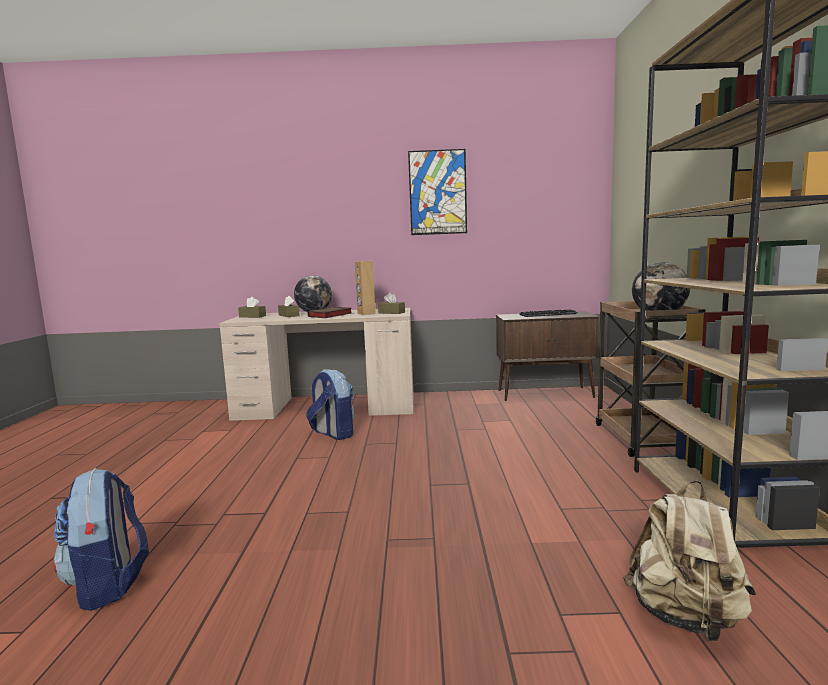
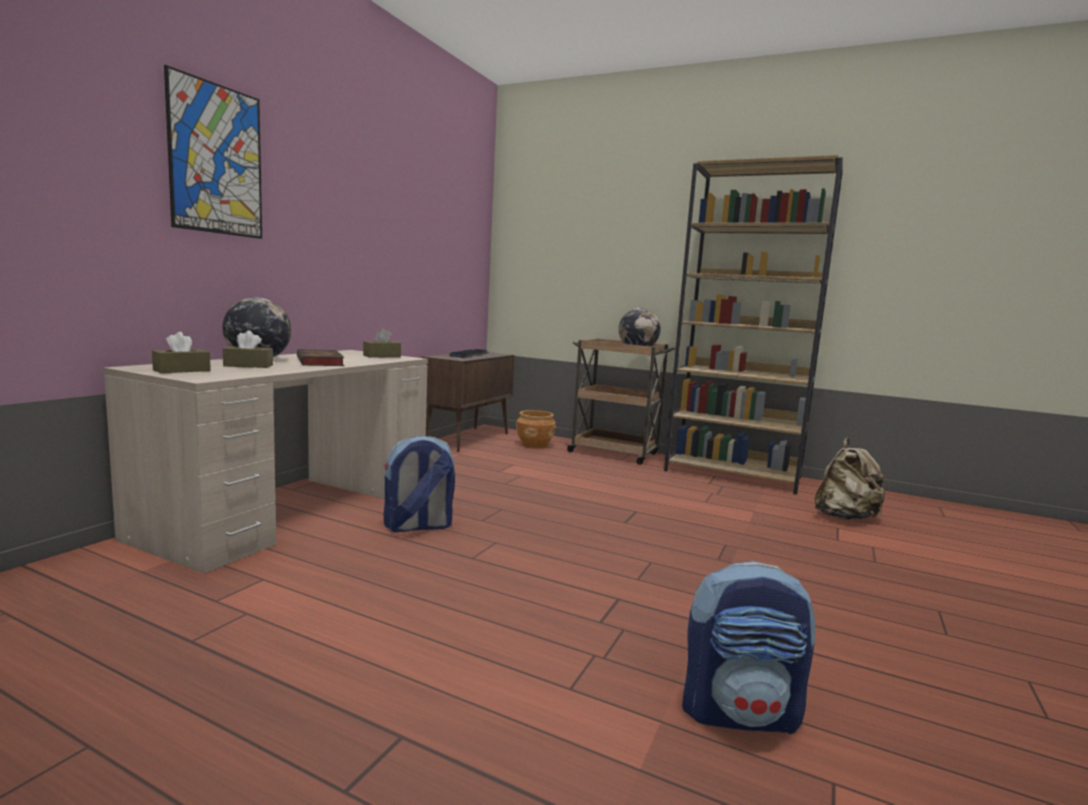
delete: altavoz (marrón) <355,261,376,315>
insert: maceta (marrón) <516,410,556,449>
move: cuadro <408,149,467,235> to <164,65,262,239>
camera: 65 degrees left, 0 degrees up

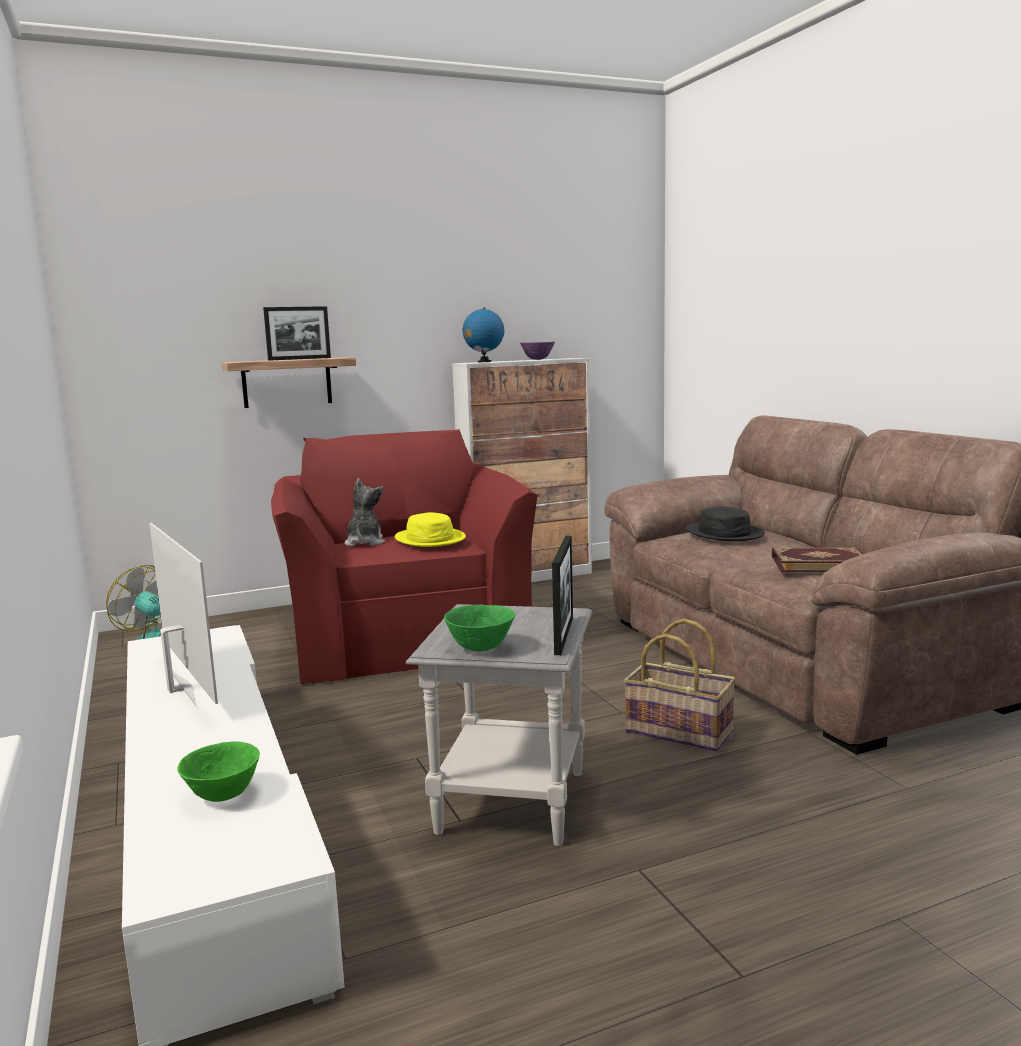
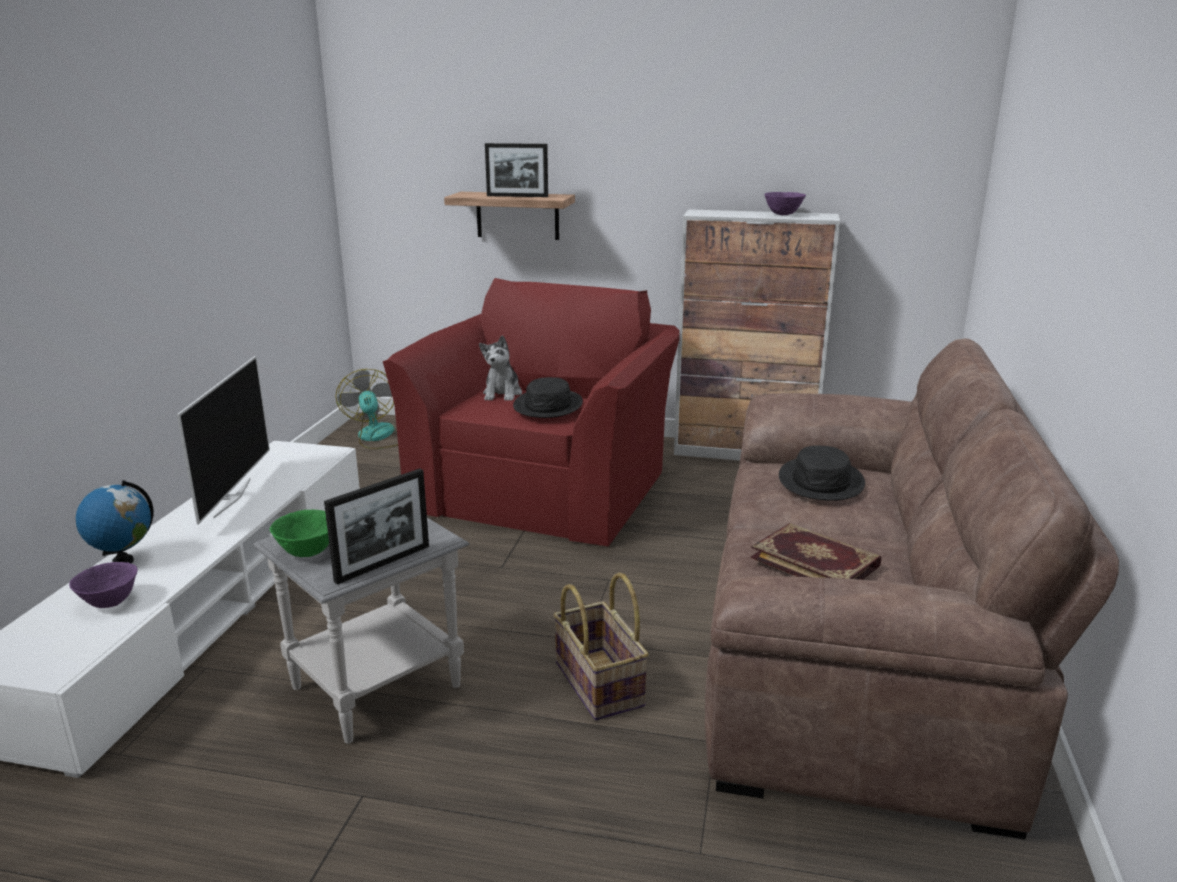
move: globo terráqueo <462,307,504,362> to <76,480,153,563>
recolor: cuenco (verde) <177,741,260,802> to cuenco (morado) <69,562,138,608>; sombrero (amarillo) <395,512,466,547> to sombrero (negro) <513,377,583,418>
rotate: peluche <344,479,385,547> = <479,335,522,401> 150 degrees clockwise
camera: 35 degrees right, 10 degrees up

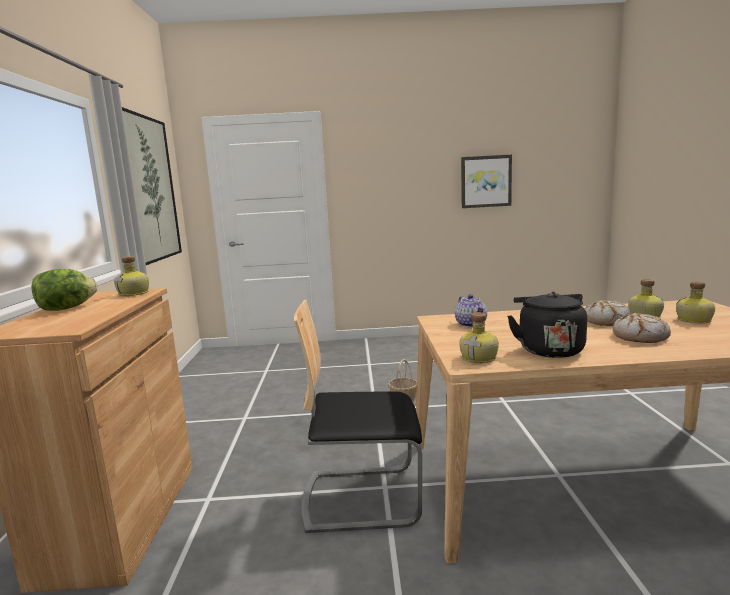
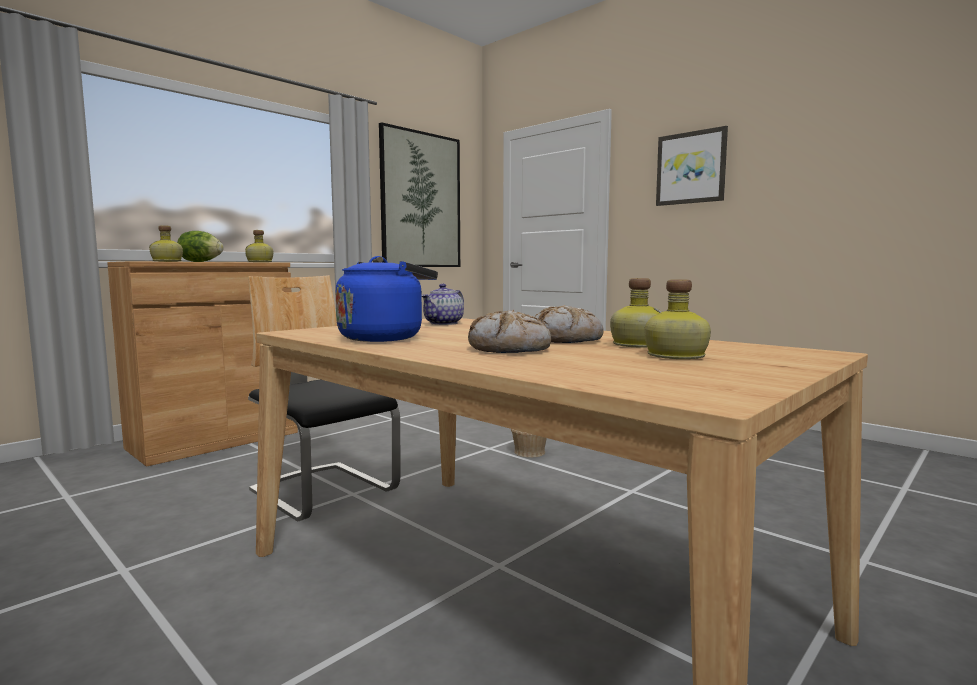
move: botella <459,312,499,363> to <149,225,183,262>; cuadro <461,155,512,208> to <656,126,728,206>
recolor: hervidor (negro) <508,292,587,358> to hervidor (azul) <336,256,438,342>
camera: 45 degrees right, 5 degrees down

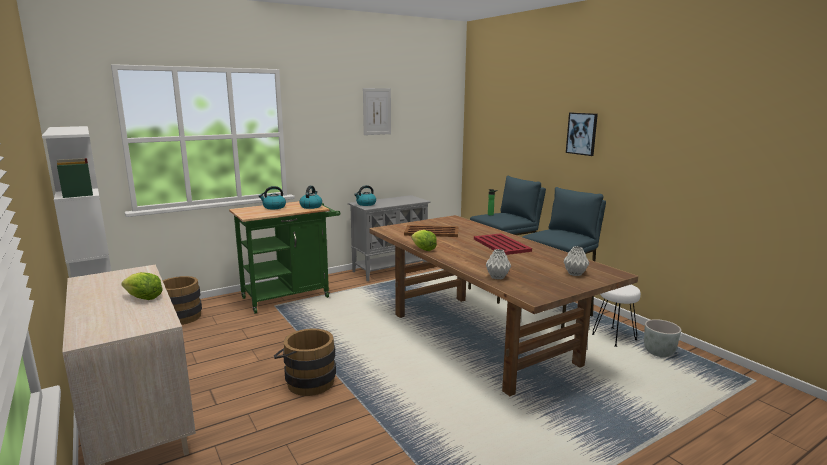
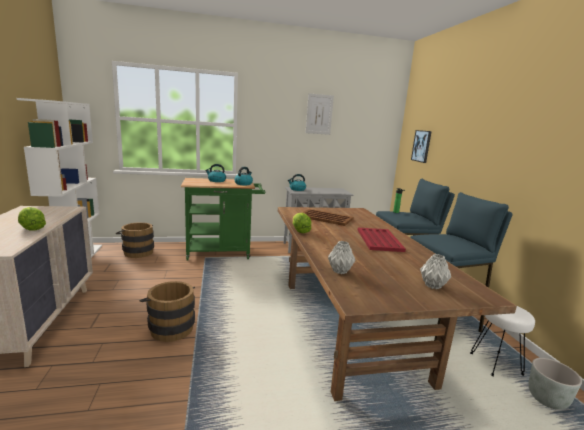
move: cuadro <566,113,598,156> to <411,130,432,163>
camera: 20 degrees right, 0 degrees up

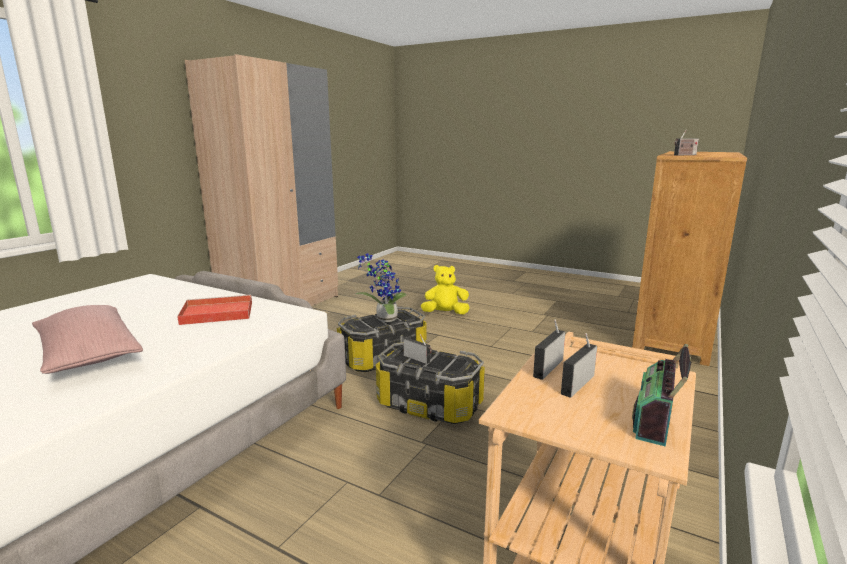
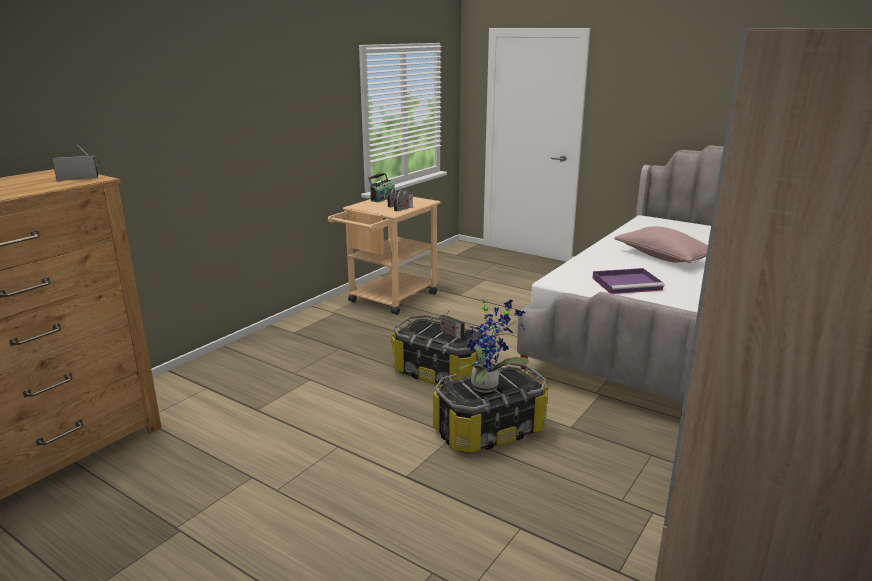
delete: peluche (amarillo) <421,265,469,315>
recolor: bandeja (rojo) <177,295,252,325> to bandeja (morado) <593,268,665,294>
camera: 175 degrees left, 5 degrees up

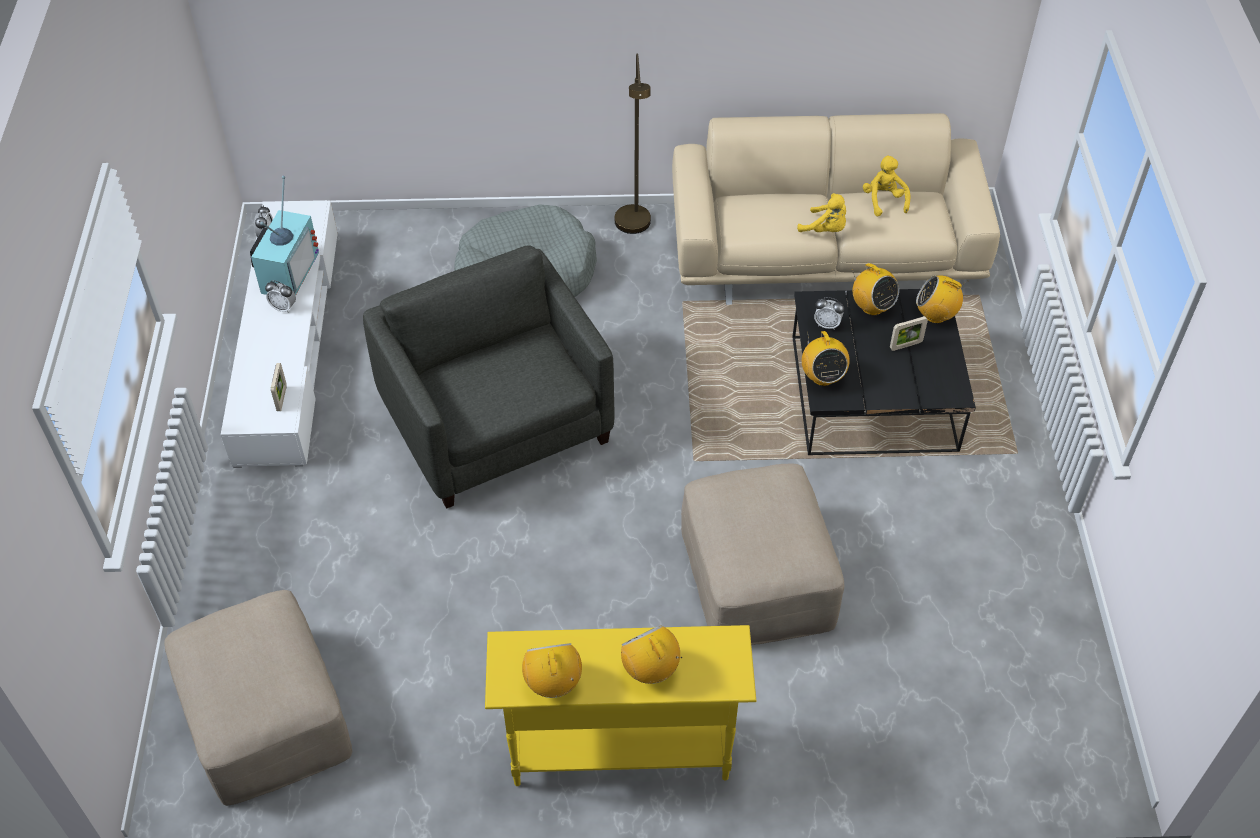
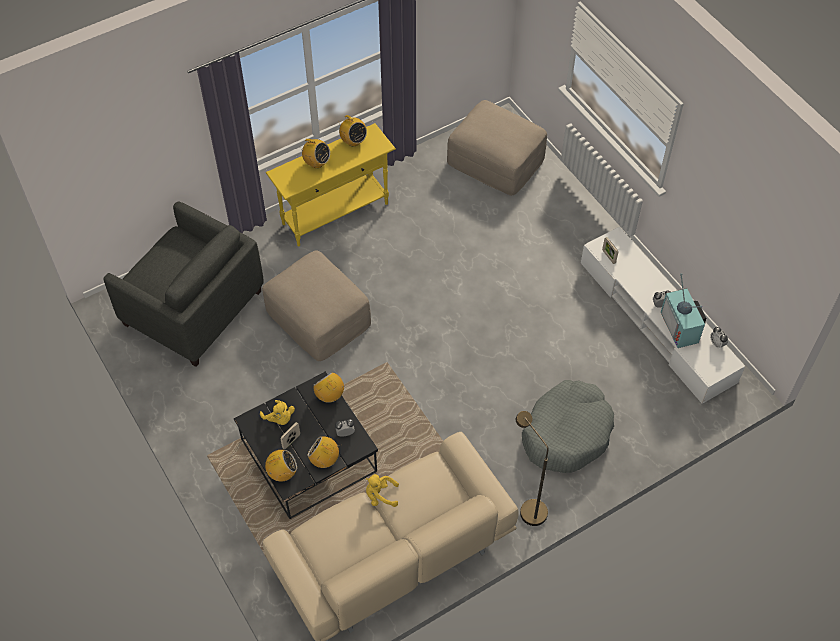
move: sillón (gris) <363,245,614,509> to <103,201,264,367>; peluche (amarillo) <863,156,910,216> to <260,400,295,425>
camera: 150 degrees right, 5 degrees up

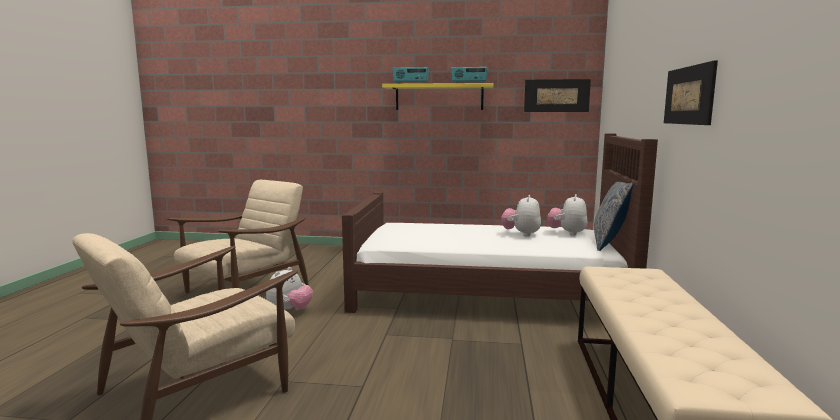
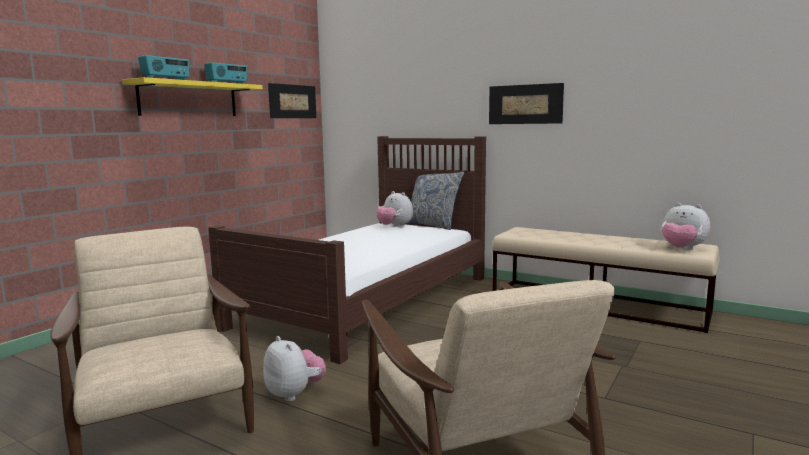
move: peluche <501,195,541,236> to <662,203,710,250>
camera: 65 degrees left, 0 degrees up

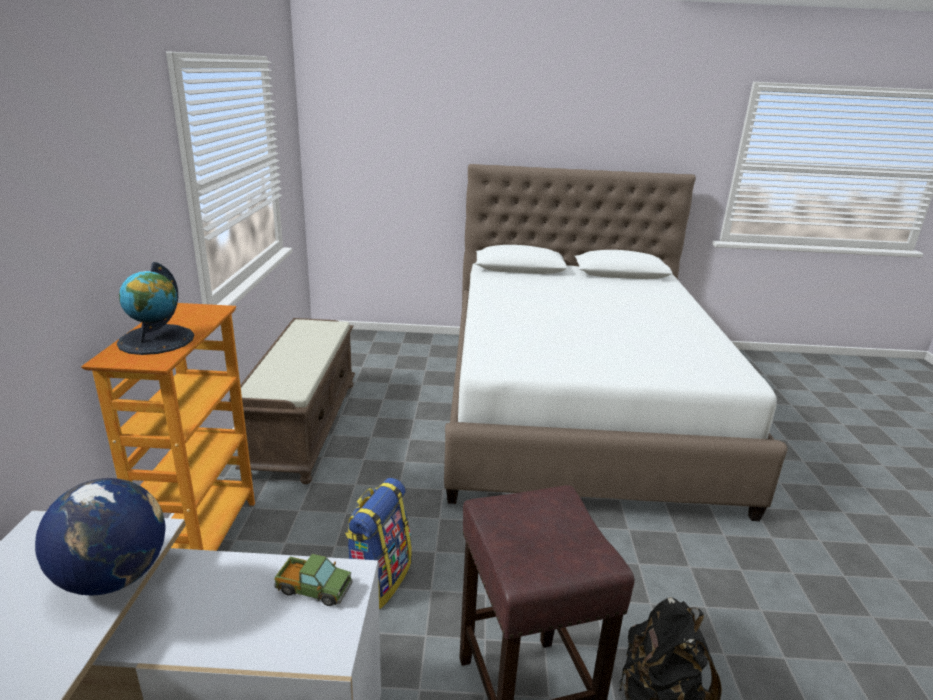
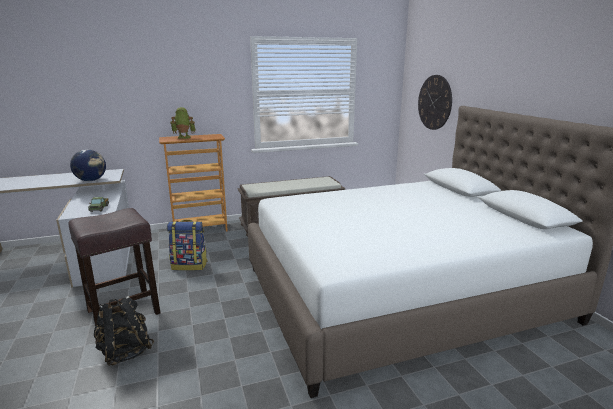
insert: reloj de pared <418,75,452,130>
replace: globo terráqueo <117,262,194,355> to robot de juguete <170,107,196,139>
camera: 70 degrees right, 5 degrees down

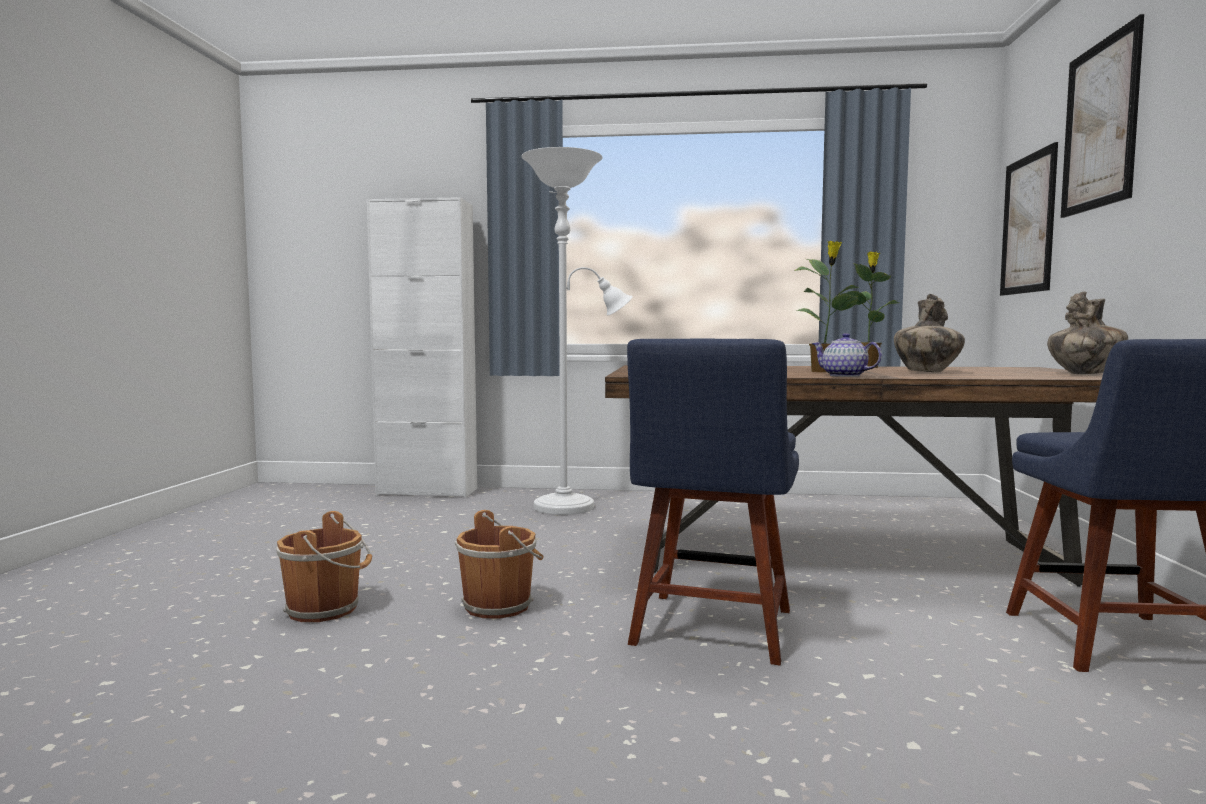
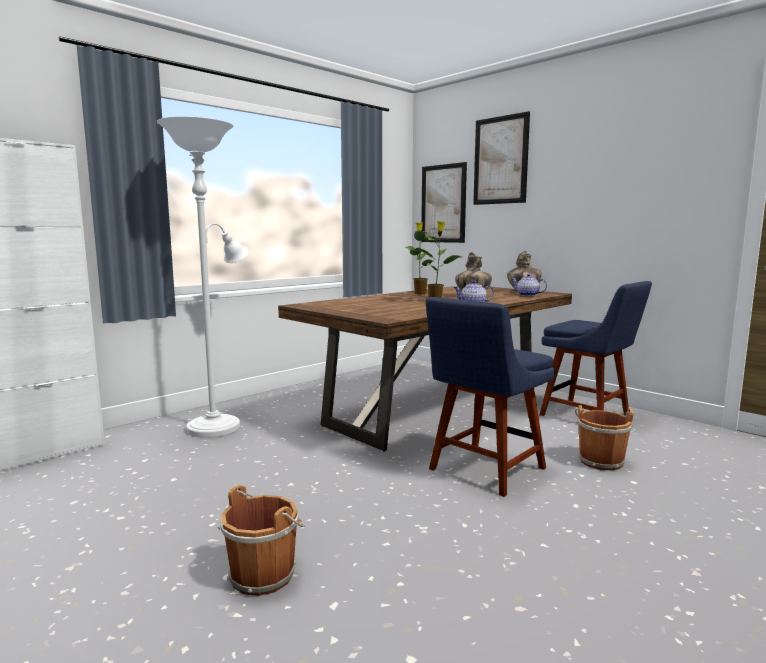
insert: tetera <511,274,547,296>
move: cubo (marrón) <455,510,543,619> to <575,405,633,471>
rotate: silla (azul) <627,338,799,665> = <426,297,555,497> 75 degrees clockwise
camera: 50 degrees left, 5 degrees up

